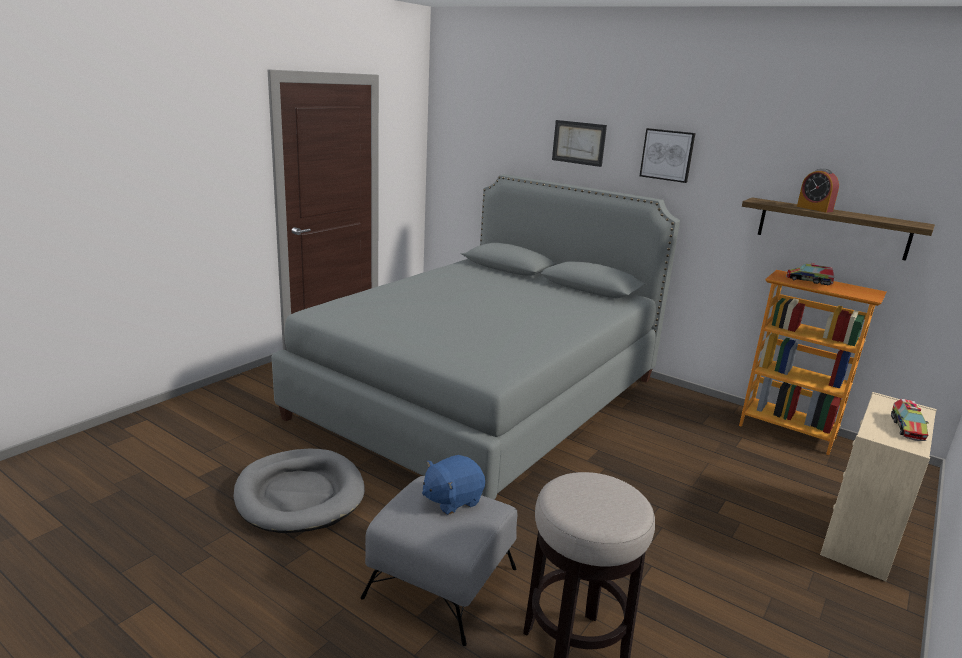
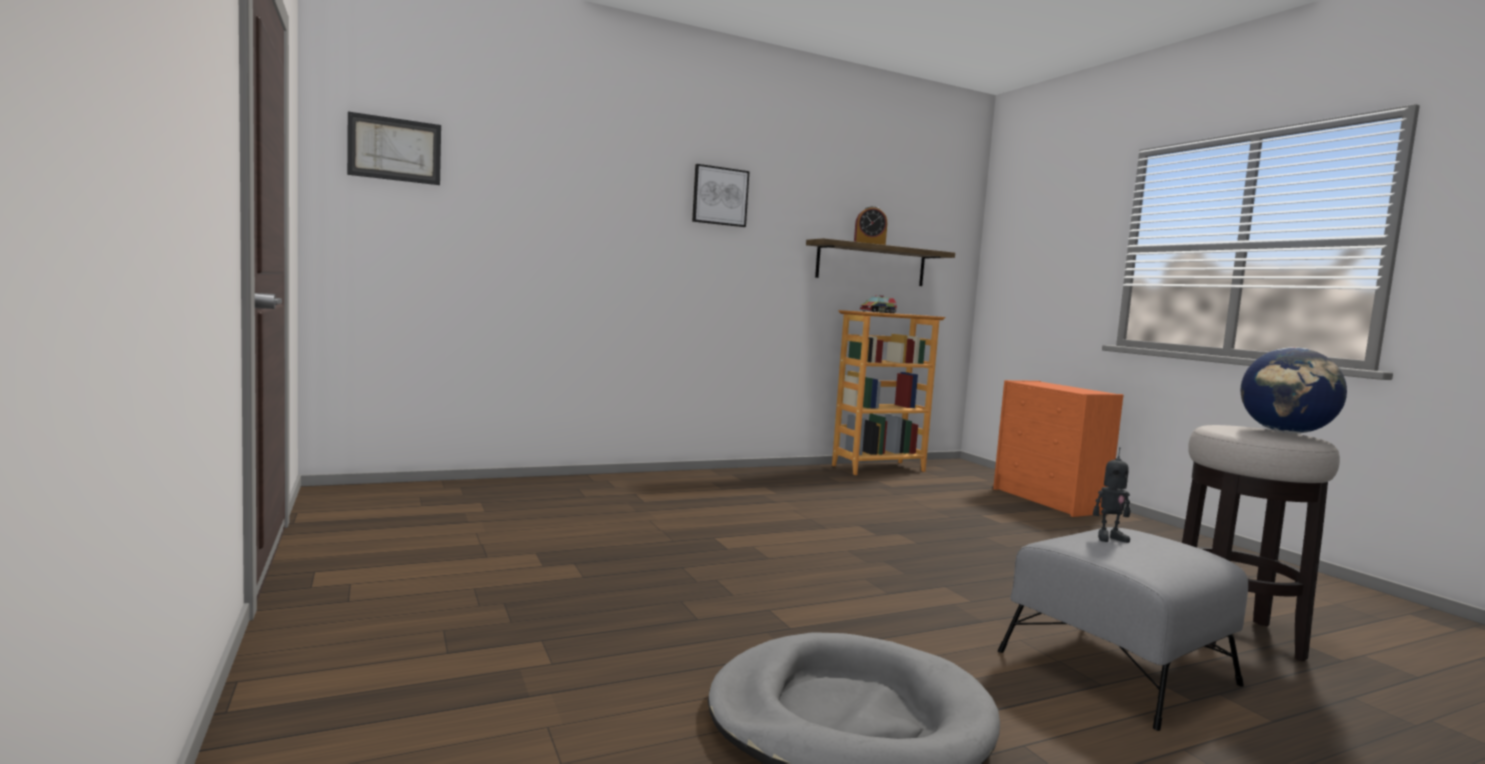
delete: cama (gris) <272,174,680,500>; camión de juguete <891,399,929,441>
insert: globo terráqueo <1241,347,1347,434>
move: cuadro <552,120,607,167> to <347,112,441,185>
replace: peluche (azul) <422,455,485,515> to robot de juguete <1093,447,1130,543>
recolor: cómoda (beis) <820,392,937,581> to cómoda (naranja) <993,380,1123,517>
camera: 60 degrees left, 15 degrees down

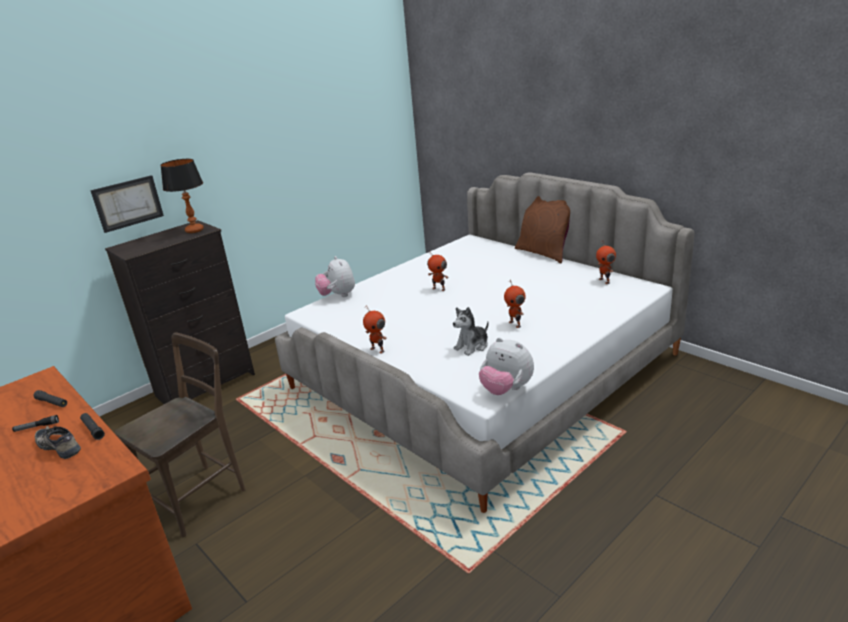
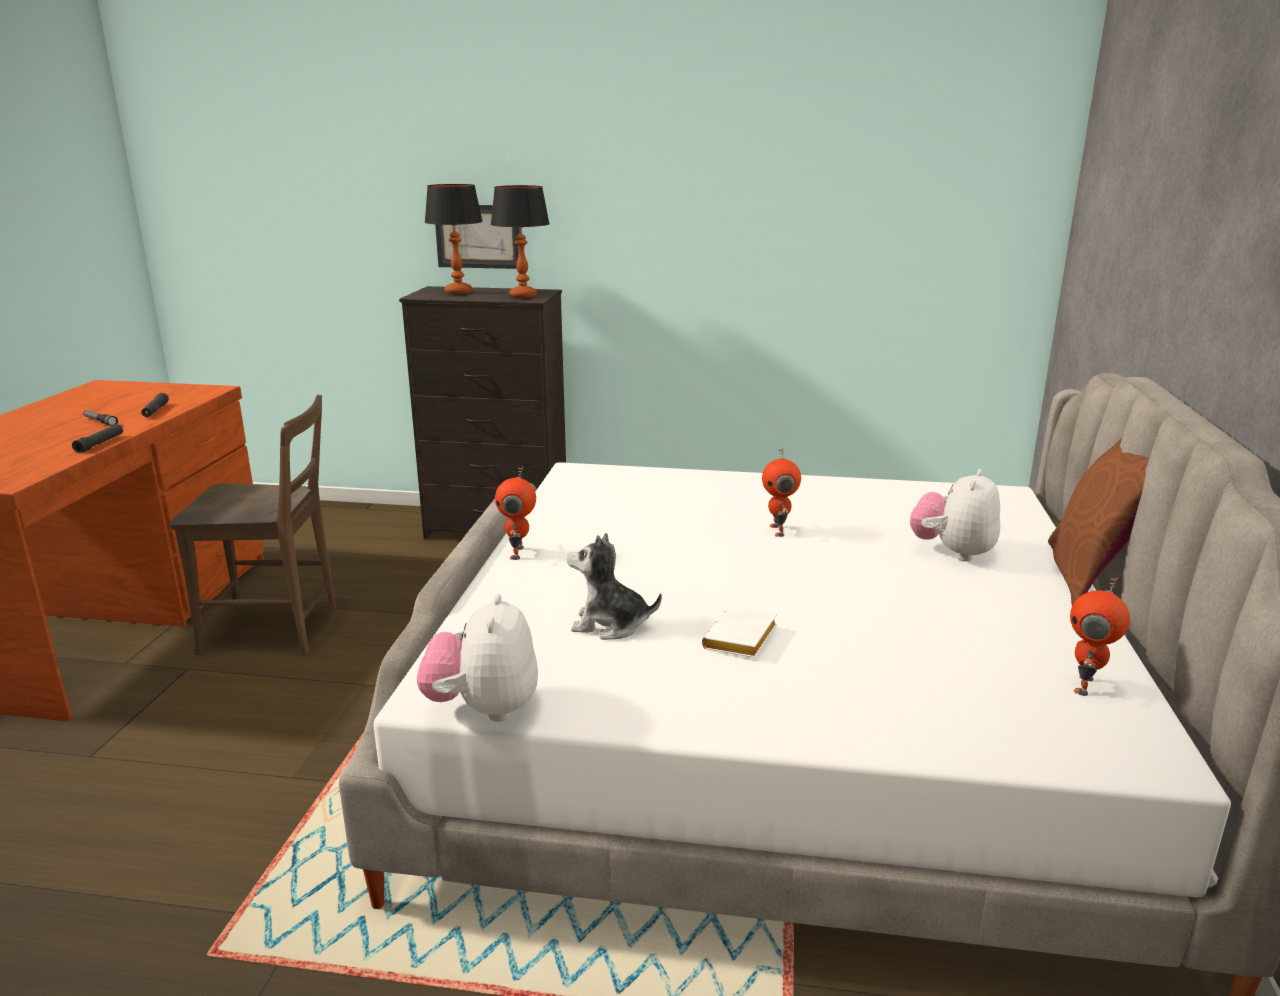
delete: zapato <35,426,81,459>
insert: lámpara de mesa <424,184,483,294>
move: peluche <315,256,355,297> to <910,469,1000,562>
replace: robot de juguete <504,279,526,328> to libro (blanco) <702,606,777,658>
camera: 50 degrees right, 5 degrees down

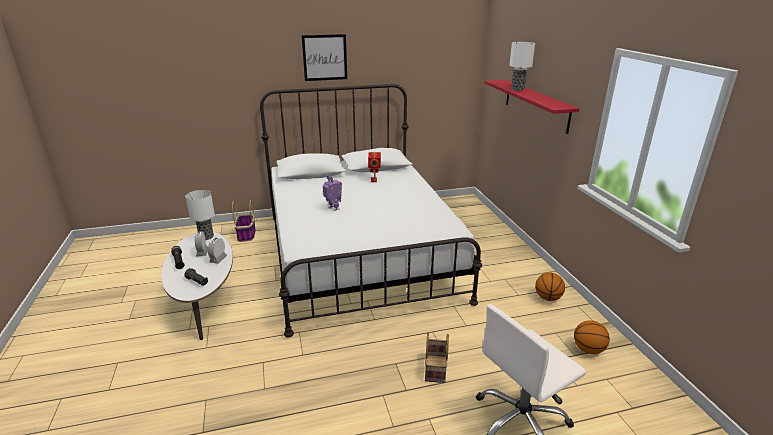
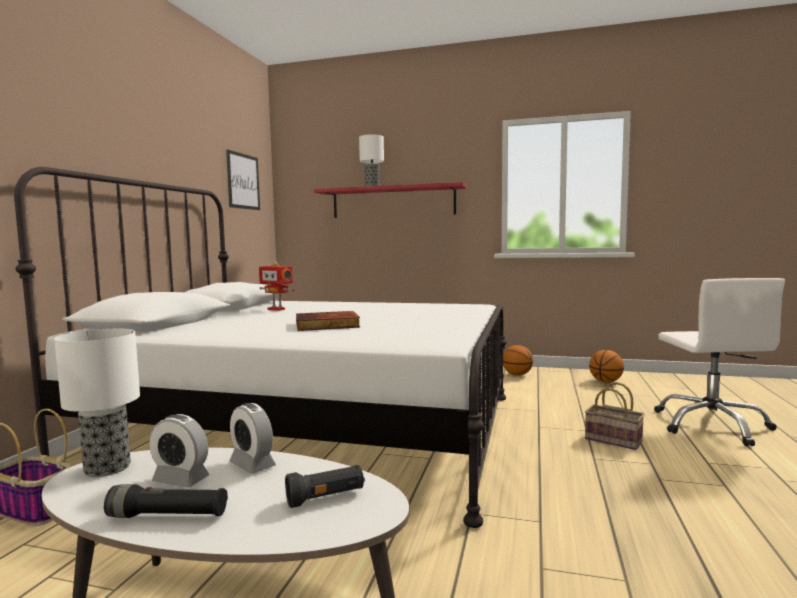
move: cuadro <302,34,347,81> to <226,149,260,210>
replace: robot de juguete <323,175,342,211> to libro <296,311,360,331>
camera: 60 degrees left, 20 degrees down

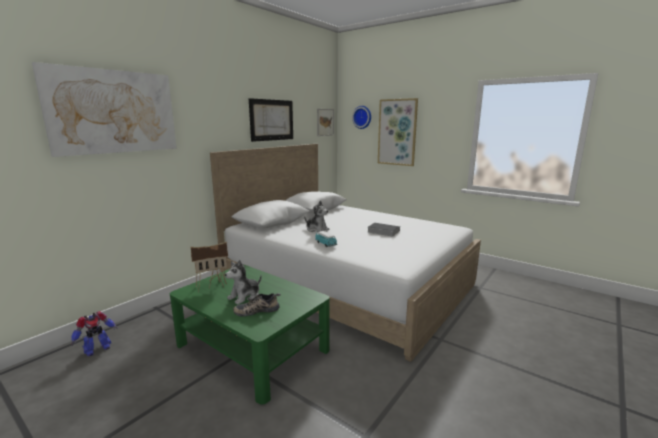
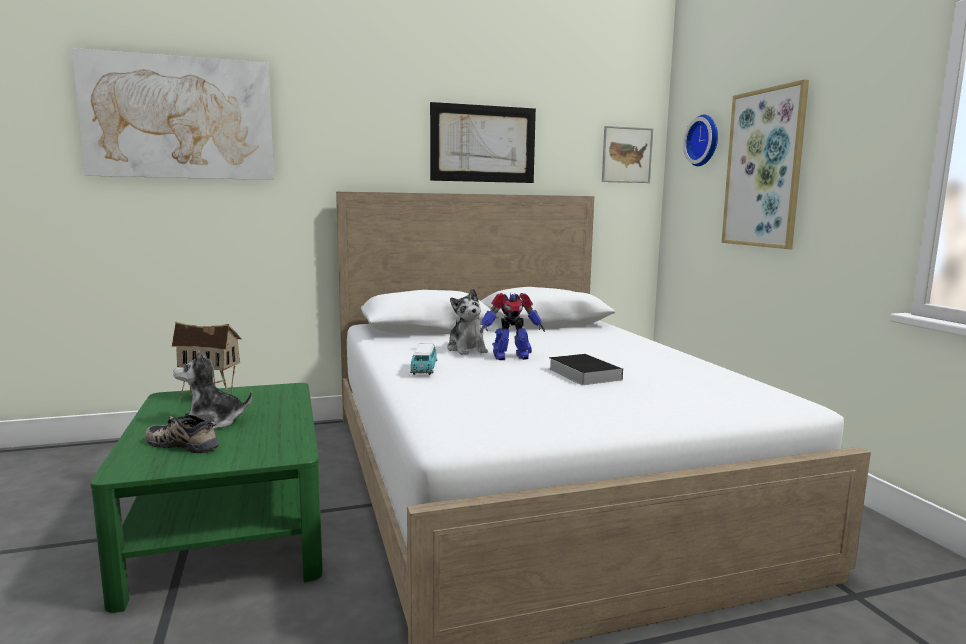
move: robot de juguete <71,311,118,356> to <480,293,545,360>
camera: 35 degrees right, 5 degrees down

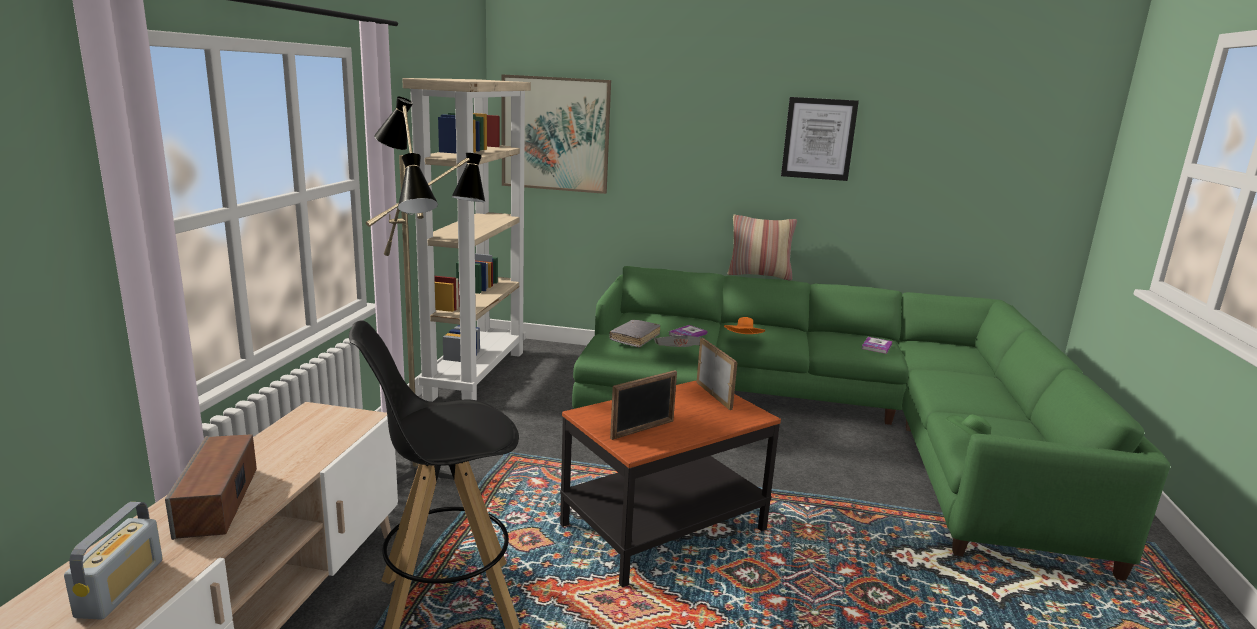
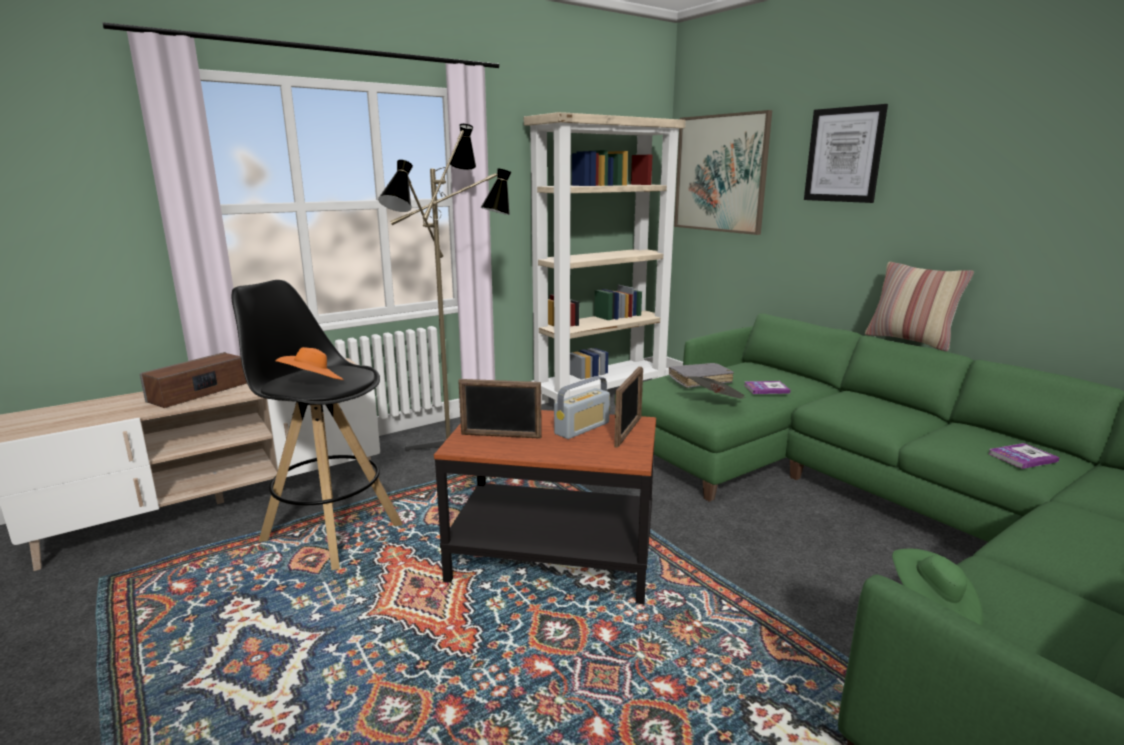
move: radio <64,502,162,620> to <554,376,610,439>; sombrero (naranja) <724,317,765,334> to <275,347,344,380>; cuadro <781,97,859,181> to <804,104,888,203>
camera: 45 degrees right, 0 degrees up

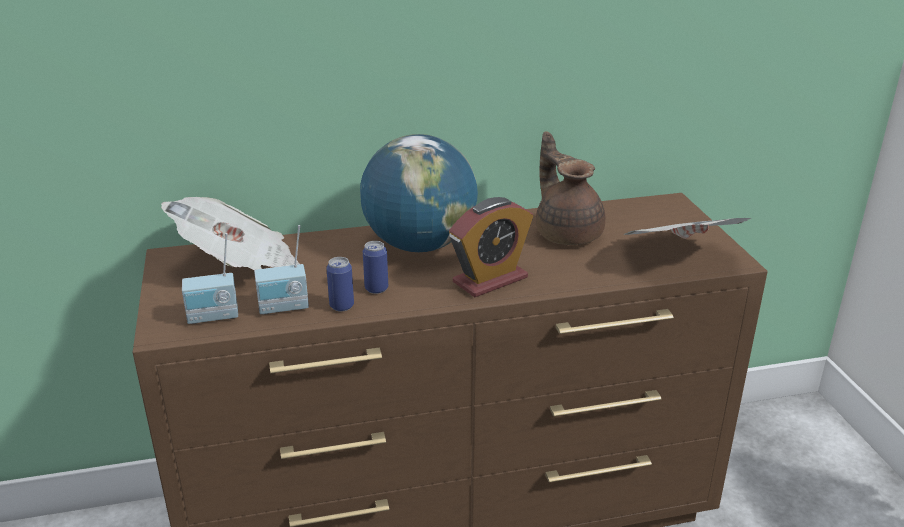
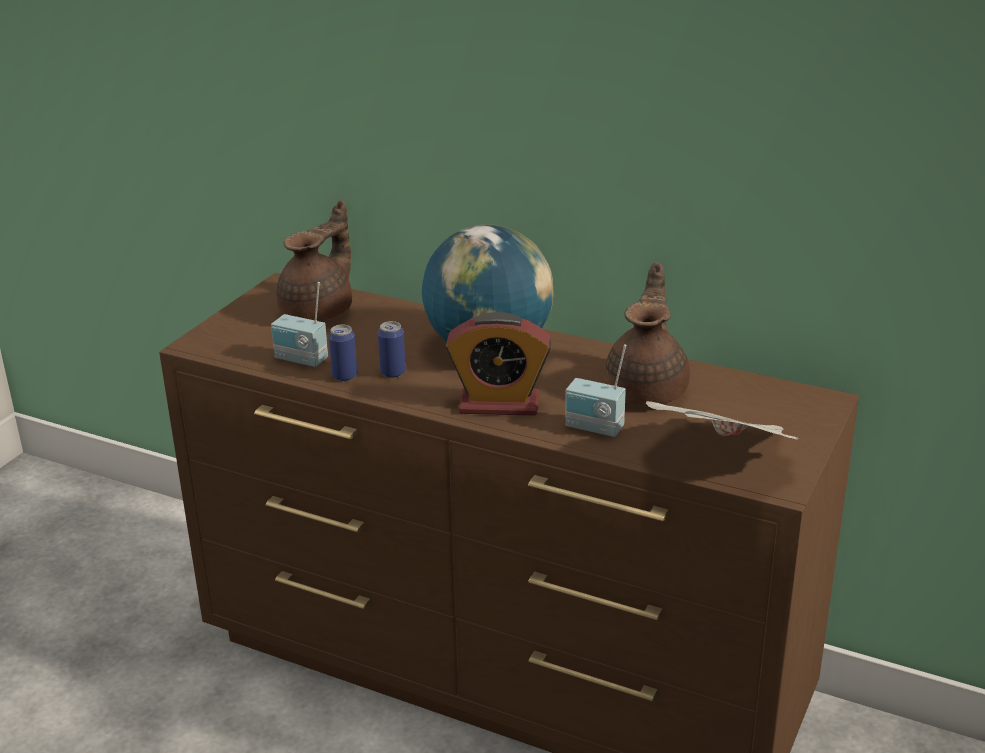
move: radio <182,233,238,324> to <565,344,626,437>
replace: periódico <161,197,300,270> to tetera (marrón) <276,200,352,322>
camera: 40 degrees right, 0 degrees up

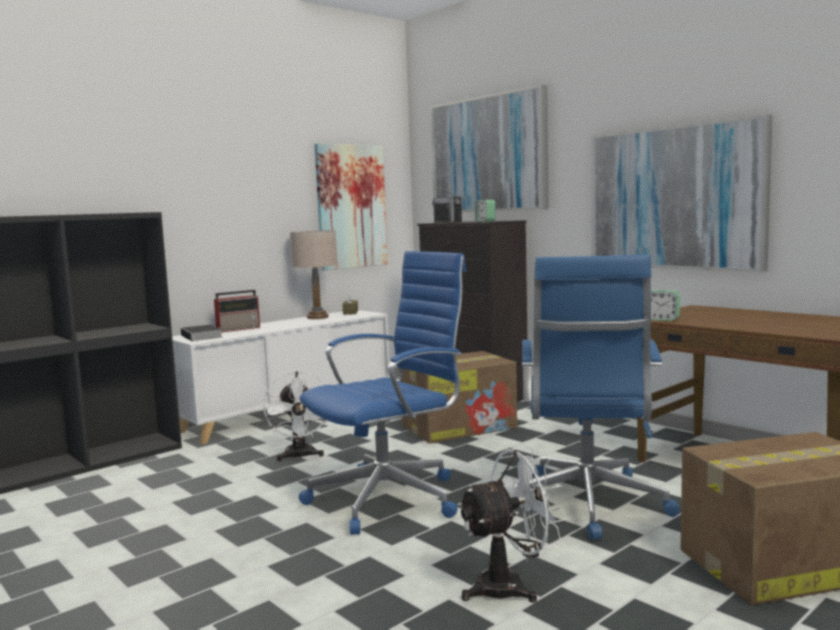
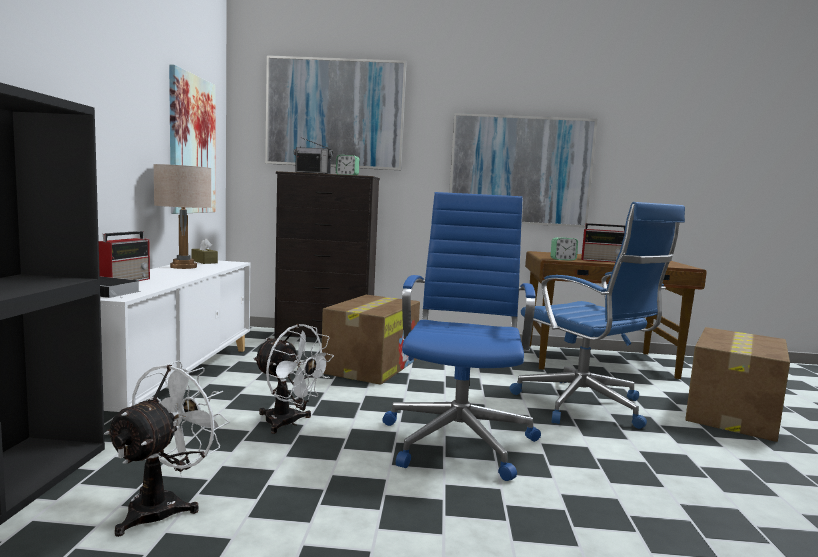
insert: radio <581,223,625,262>
move: ventilador (blanco) <457,446,568,603> to <104,360,229,537>
camera: 45 degrees left, 0 degrees up

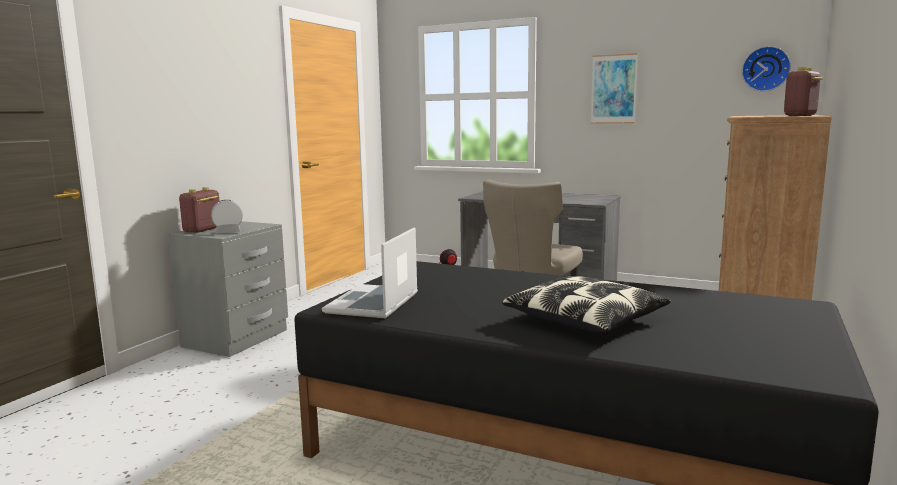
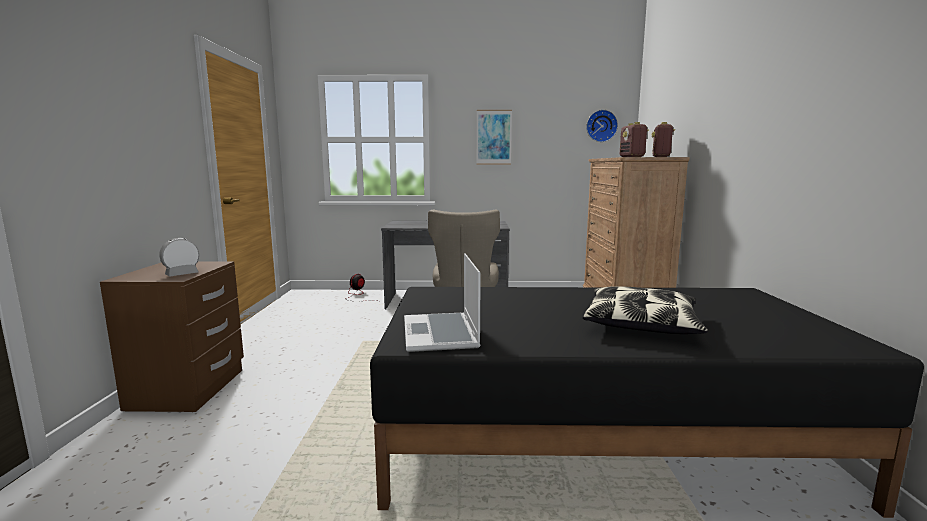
move: radio <179,187,219,233> to <620,122,649,157>
recolor: mesita de noche (gris) <168,221,288,357> to mesita de noche (marrón) <100,261,244,412>
camera: 25 degrees left, 0 degrees up

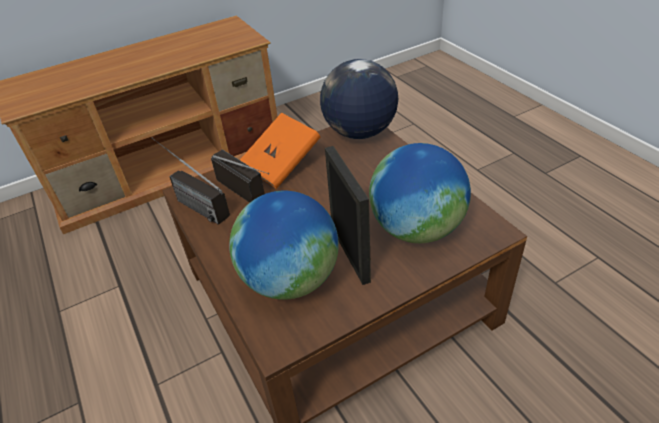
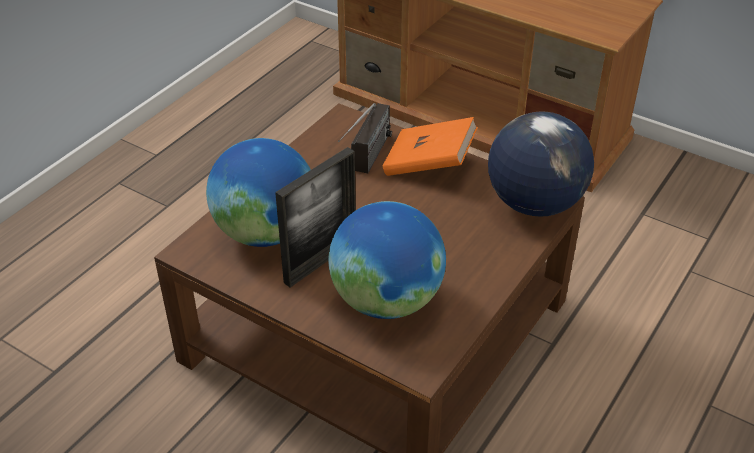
delete: radio <151,137,230,225>
camera: 60 degrees right, 0 degrees up

